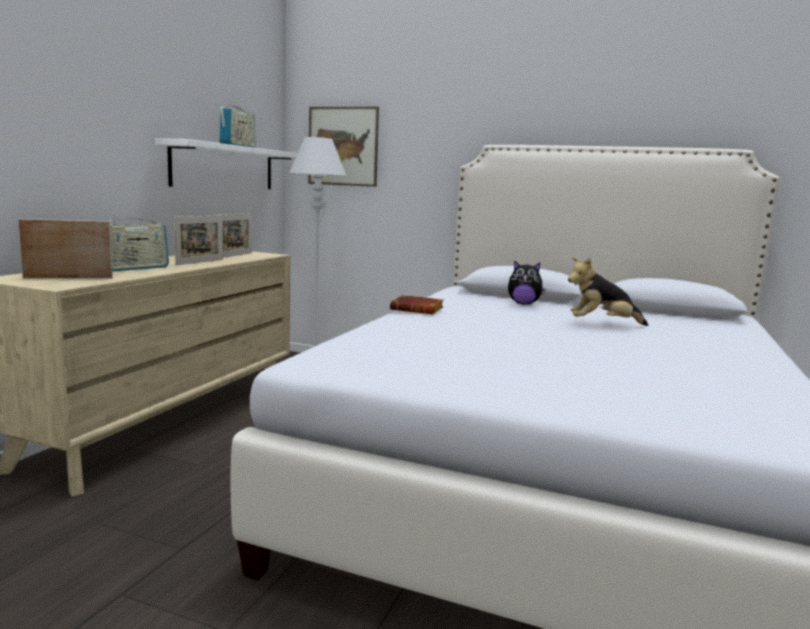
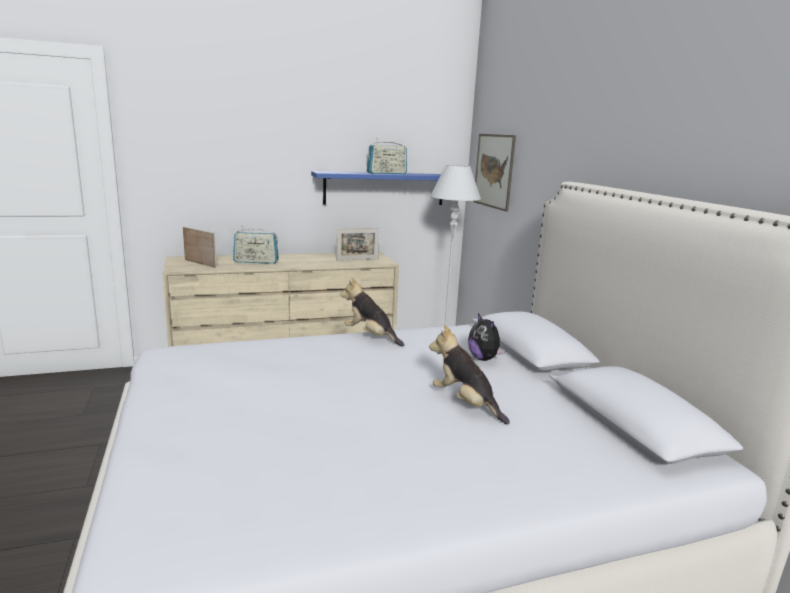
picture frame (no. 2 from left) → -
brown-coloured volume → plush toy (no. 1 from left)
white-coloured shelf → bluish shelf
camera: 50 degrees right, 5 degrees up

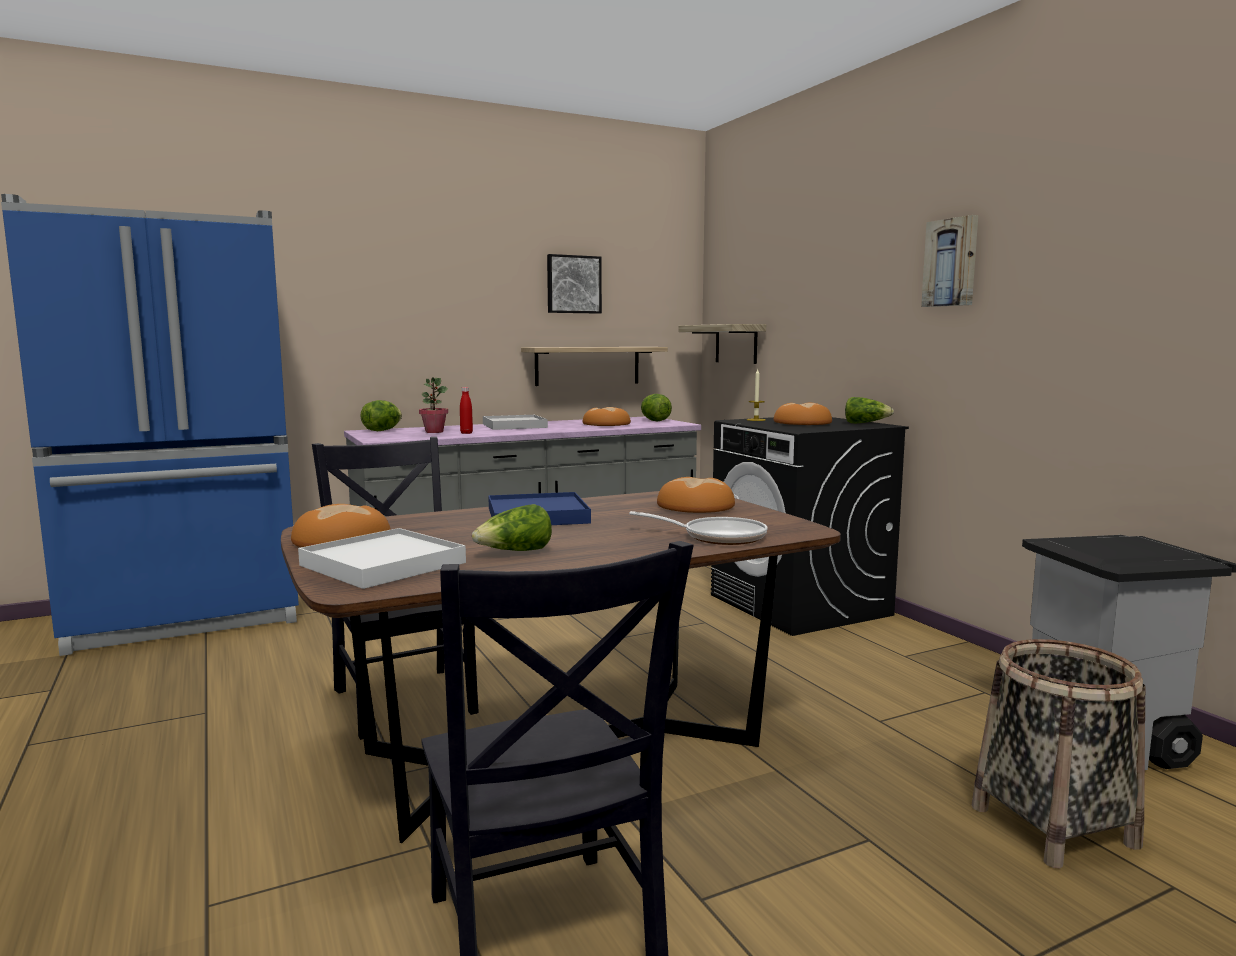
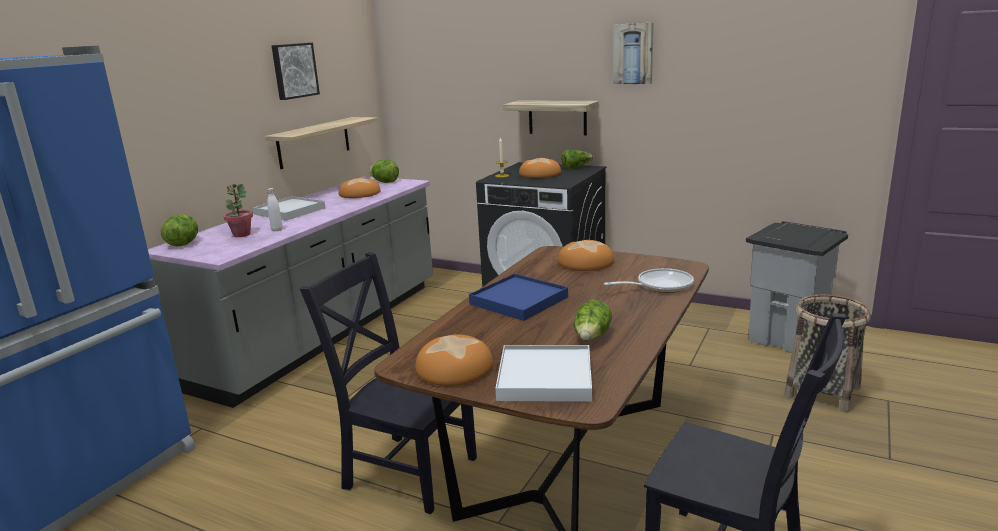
shelf (no. 2 from left), relocated
red-coloured beverage bottle → white-coloured beverage bottle
camera: 35 degrees left, 10 degrees up

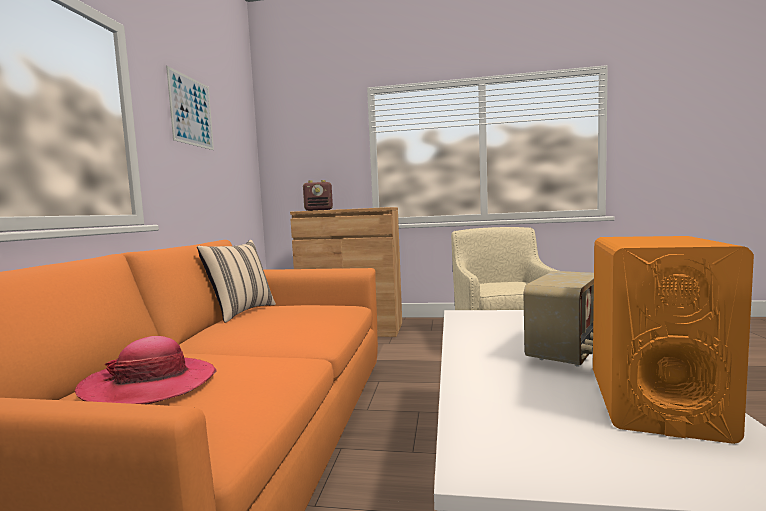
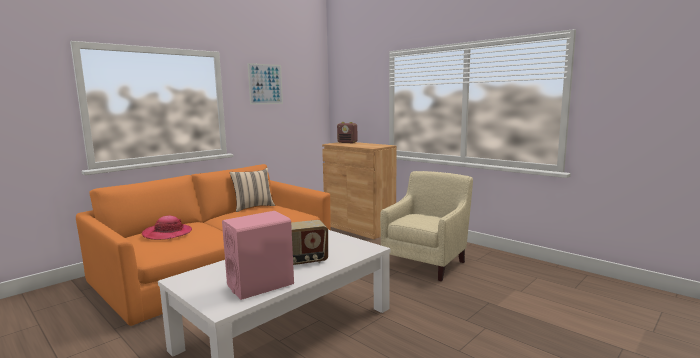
orangey speaker → pink-coloured speaker
camera: 35 degrees right, 5 degrees up

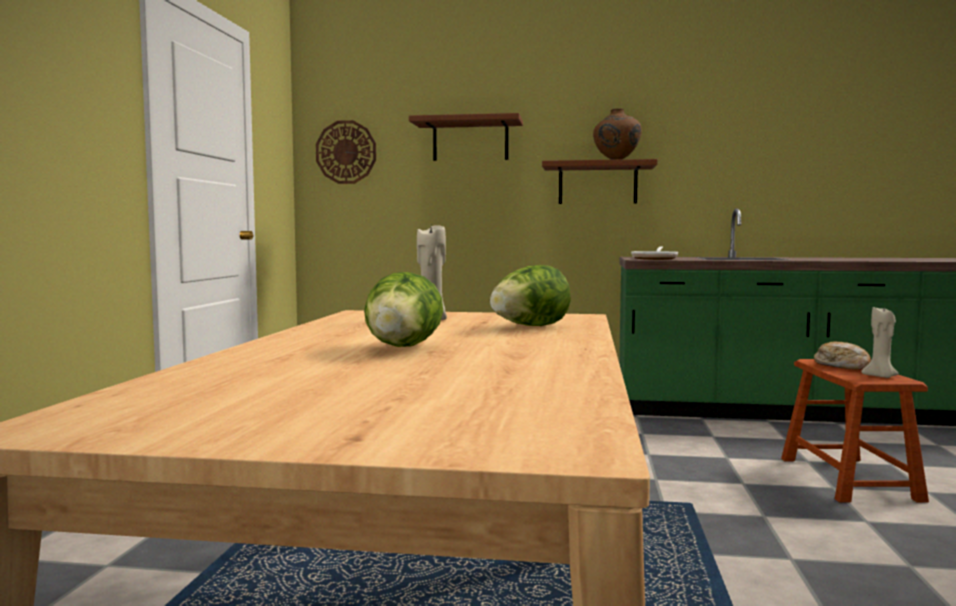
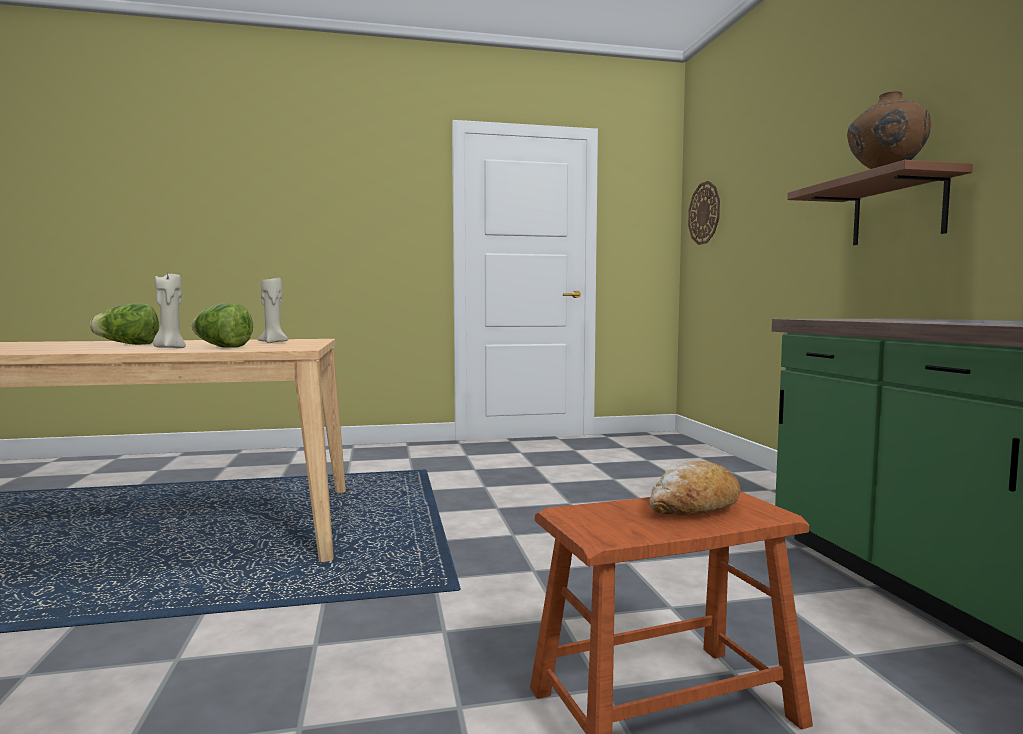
brown-coloured shelf (no. 1 from left) → -
pan → -
sand-coloured wax light (no. 2 from left in the first image) → sand-coloured wax light (no. 1 from left), relocated
camera: 70 degrees right, 0 degrees up

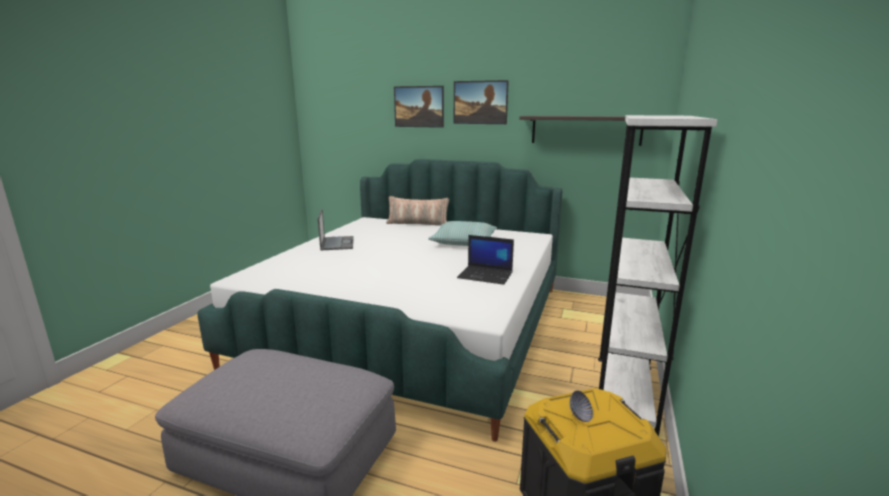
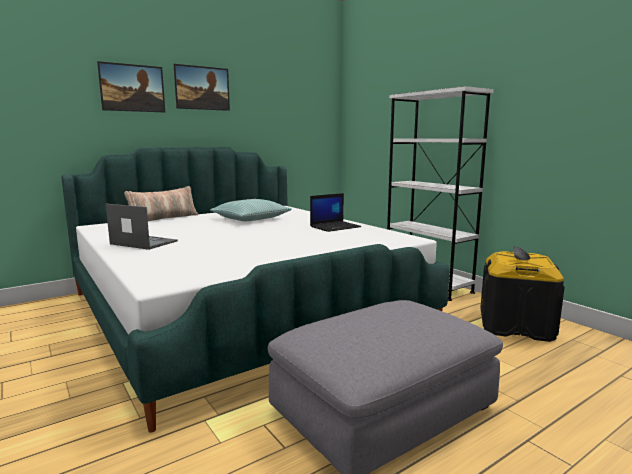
shelf → -
camera: 55 degrees left, 5 degrees down

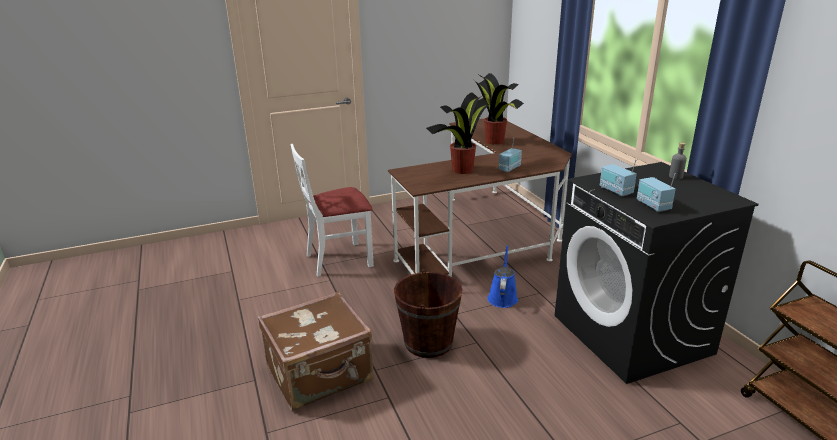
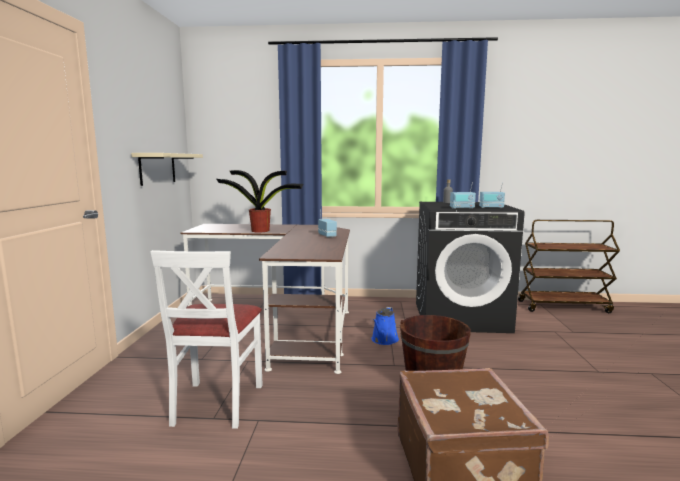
houseplant (no. 1 from left) → -
- → sand-coloured shelf
bluish watering pot, 105 degrees counterclockwise
camera: 65 degrees left, 15 degrees down

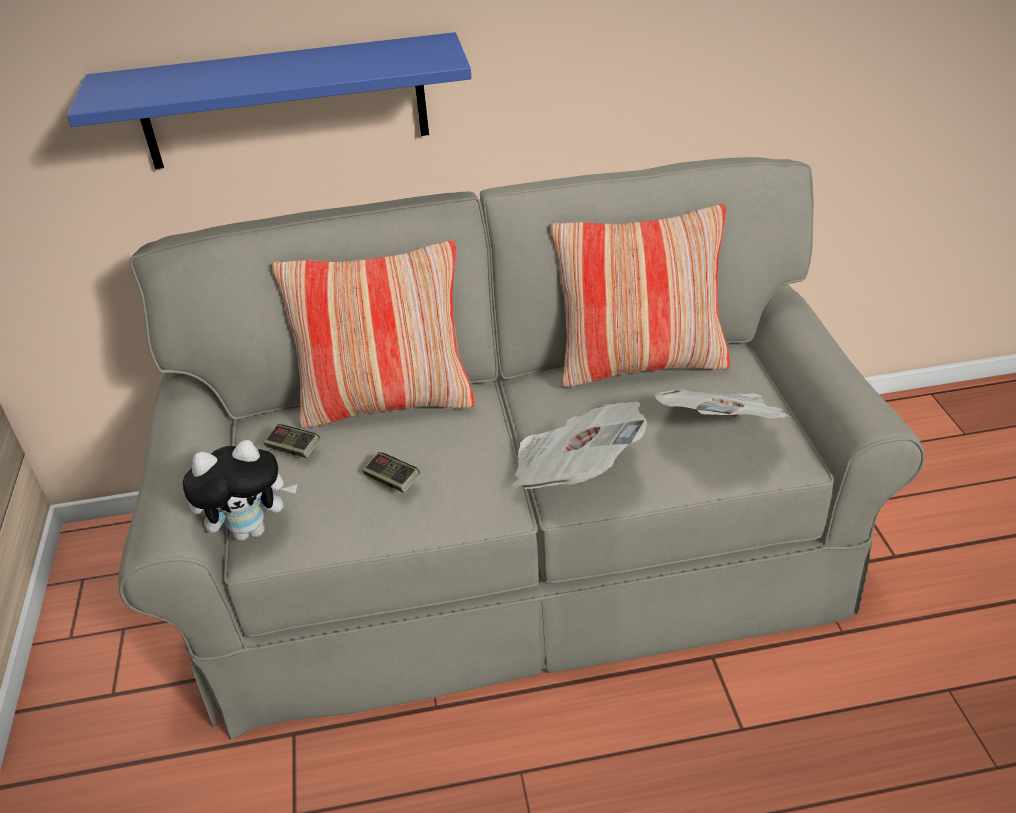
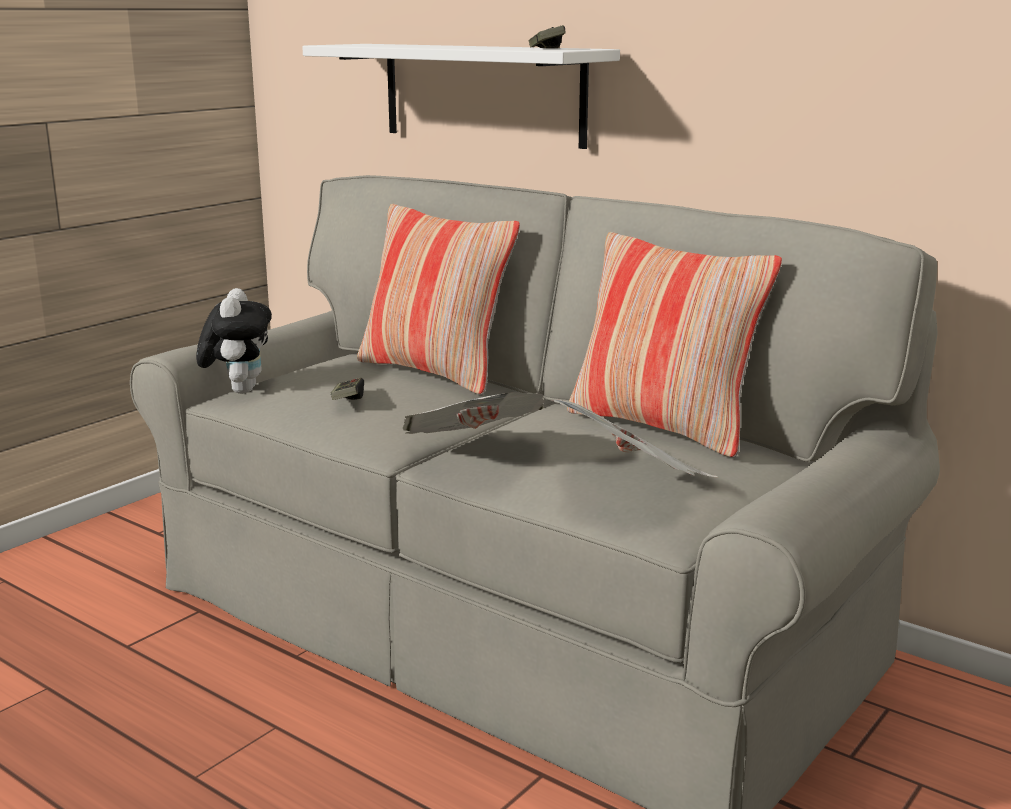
gamepad (no. 1 from left in the first image) → gamepad (no. 2 from left), relocated
bluish shelf → white-coloured shelf
plush toy, 120 degrees counterclockwise
camera: 45 degrees right, 20 degrees down

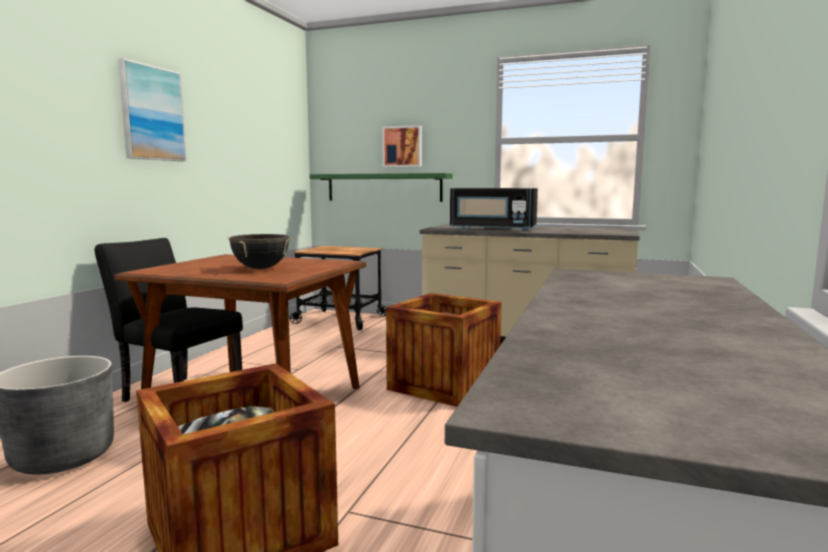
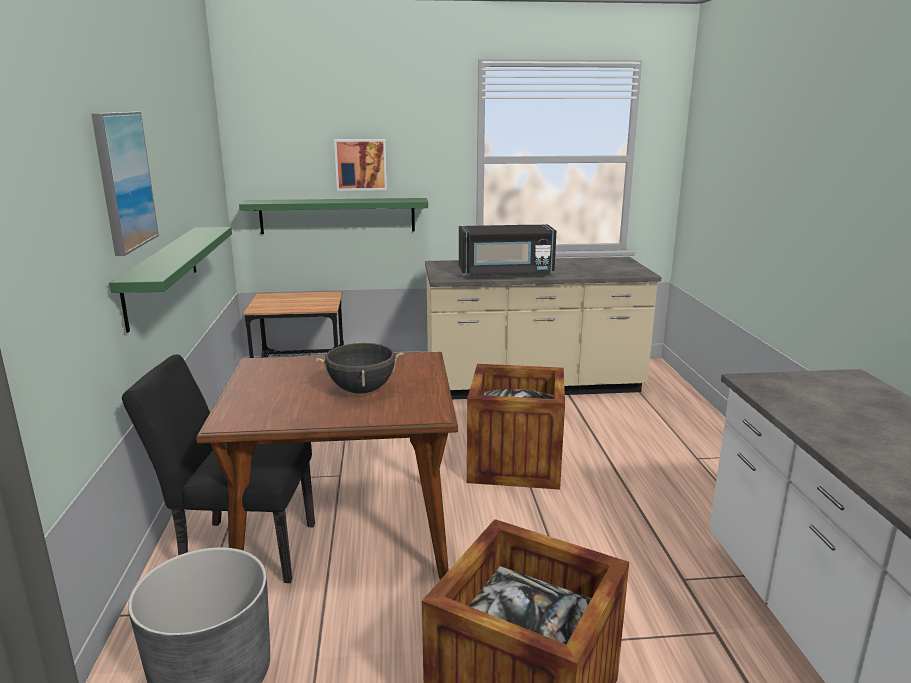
- → green-coloured shelf (no. 1 from left)
camera: 25 degrees left, 10 degrees up

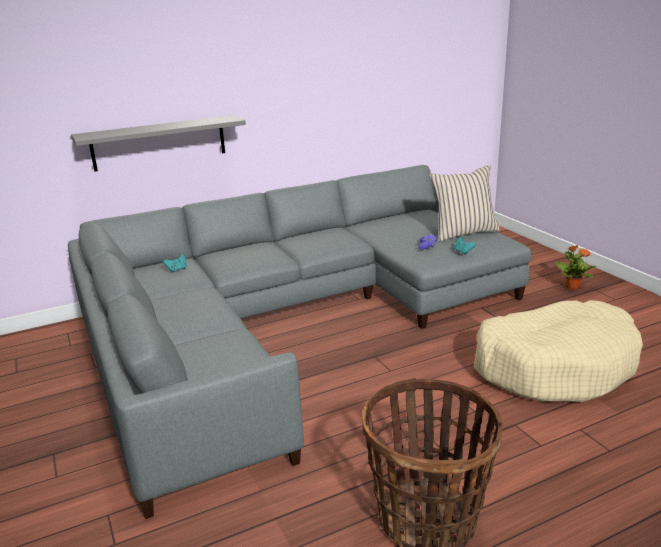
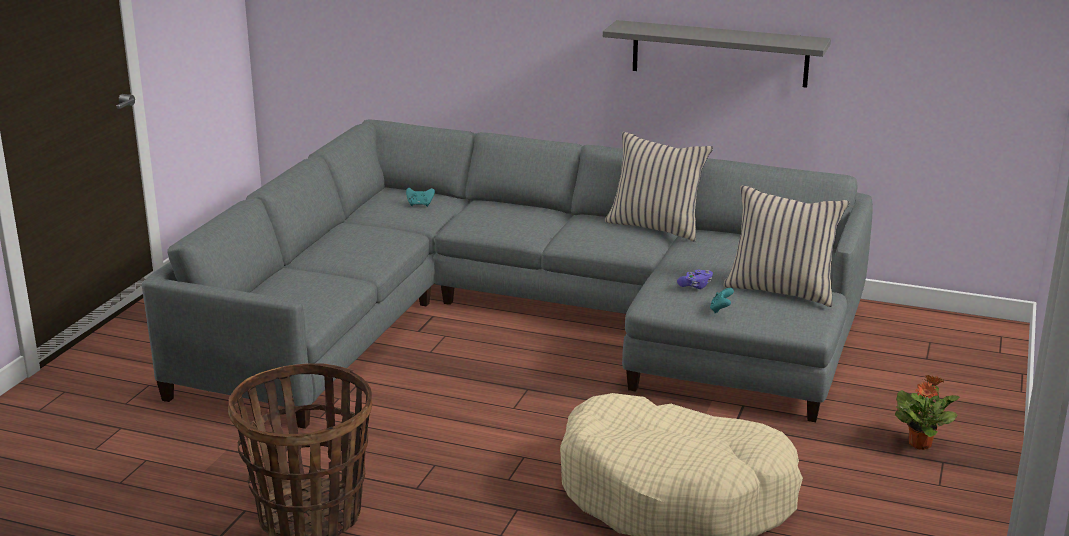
- → sand-coloured throw pillow (no. 1 from left)
greyish shelf, relocated
camera: 45 degrees right, 0 degrees up

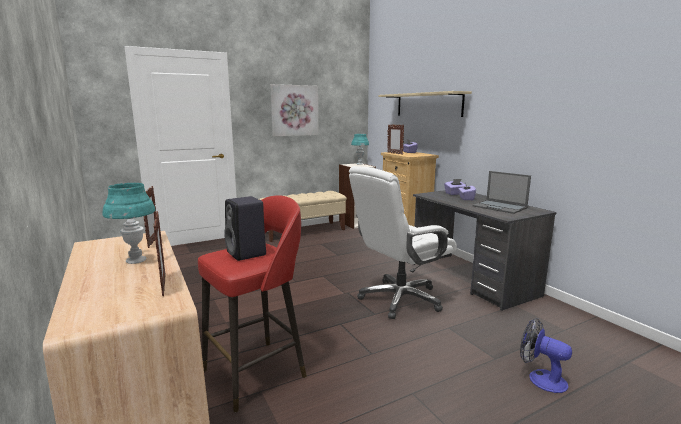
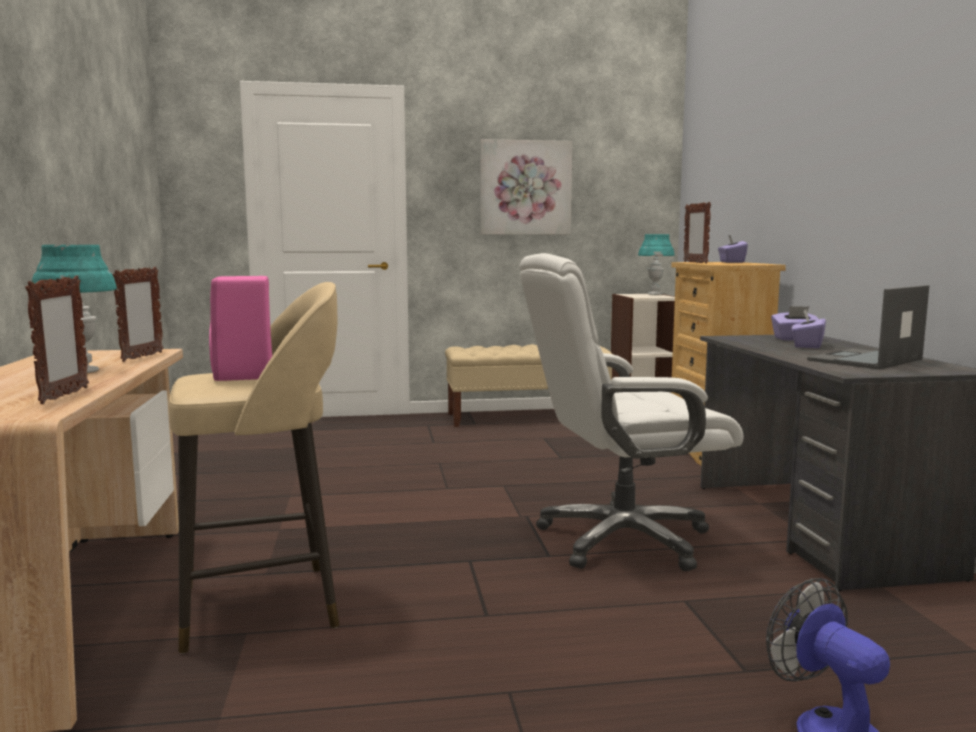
sand-coloured shelf → -
red-coloured stool → sand-coloured stool
blackish speaker → pink-coloured speaker
portable computer, 75 degrees clockwise
camera: 20 degrees right, 5 degrees down

